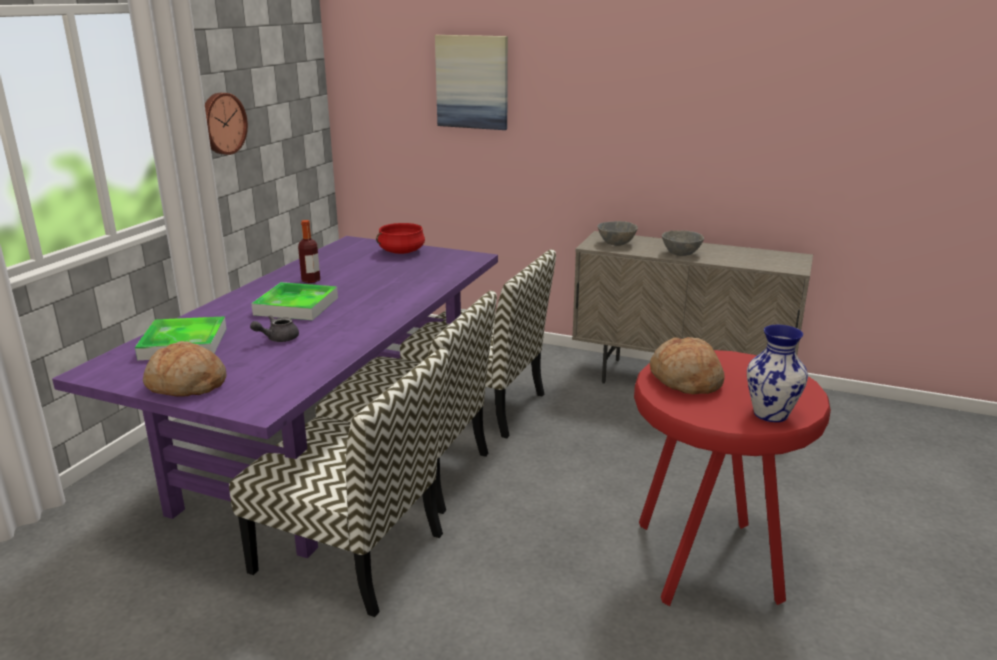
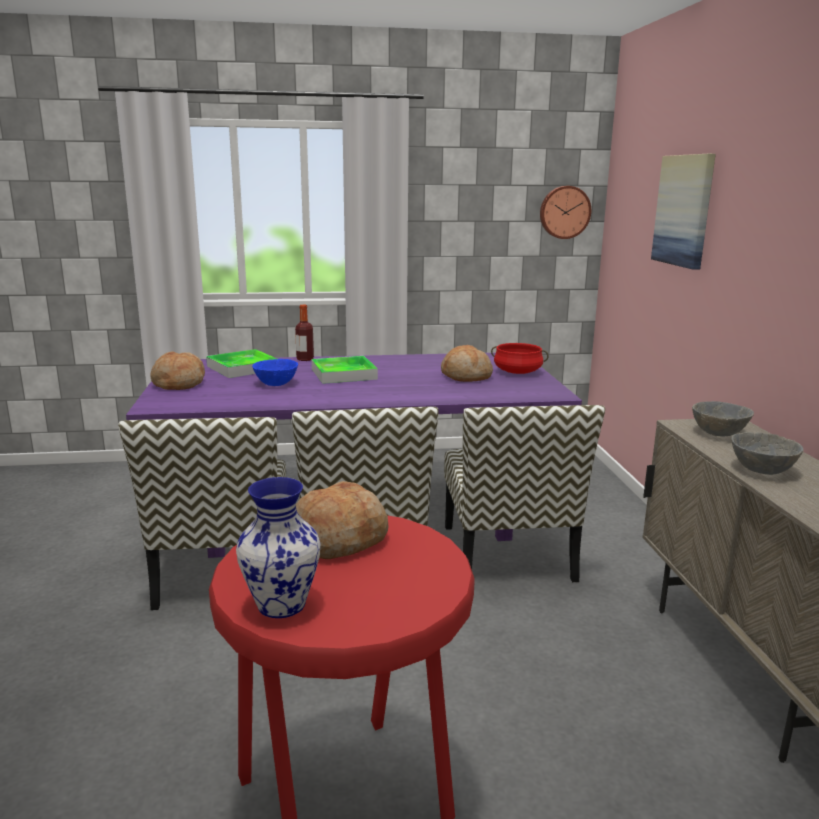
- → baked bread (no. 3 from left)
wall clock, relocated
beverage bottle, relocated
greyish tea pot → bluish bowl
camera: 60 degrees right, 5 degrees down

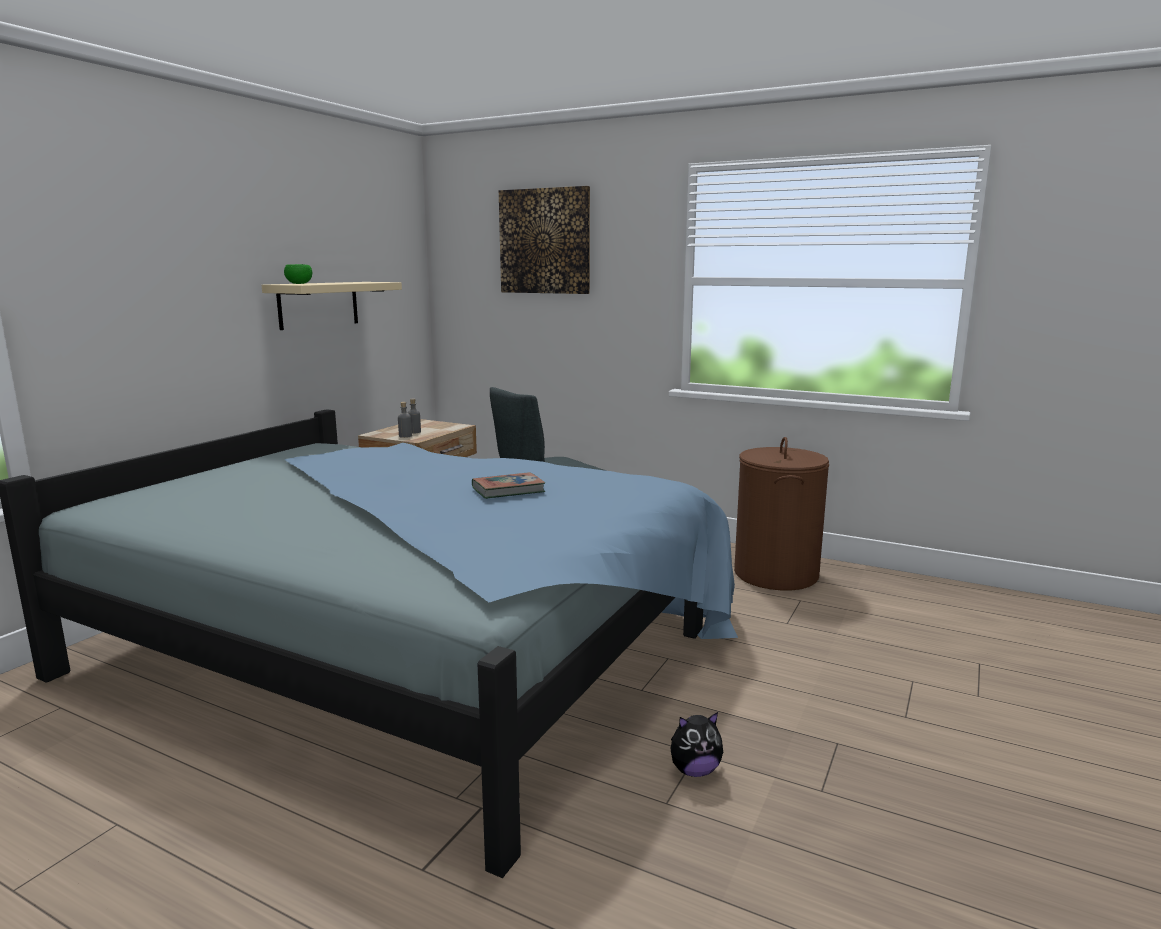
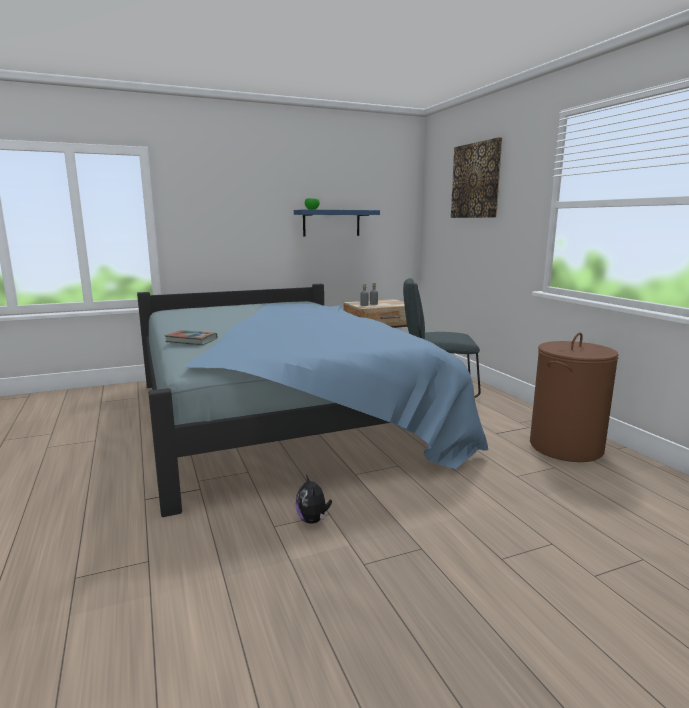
volume, relocated
sand-coloured shelf → bluish shelf
plush toy, 45 degrees clockwise
camera: 40 degrees right, 0 degrees up

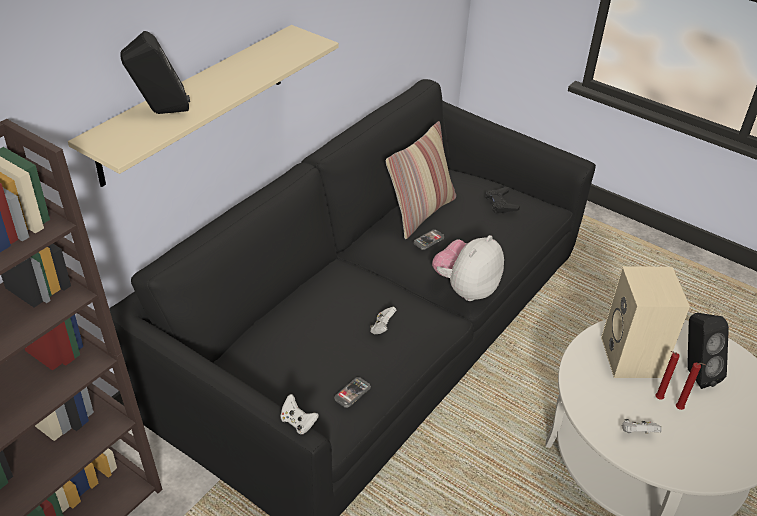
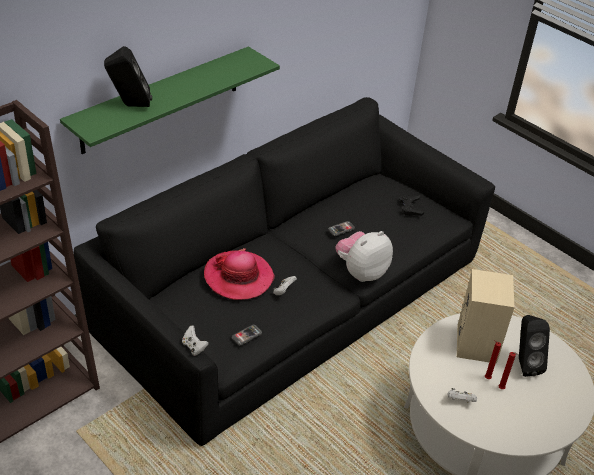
throw pillow → -
- → hat
sand-coloured shelf → green-coloured shelf
camera: 10 degrees right, 0 degrees up

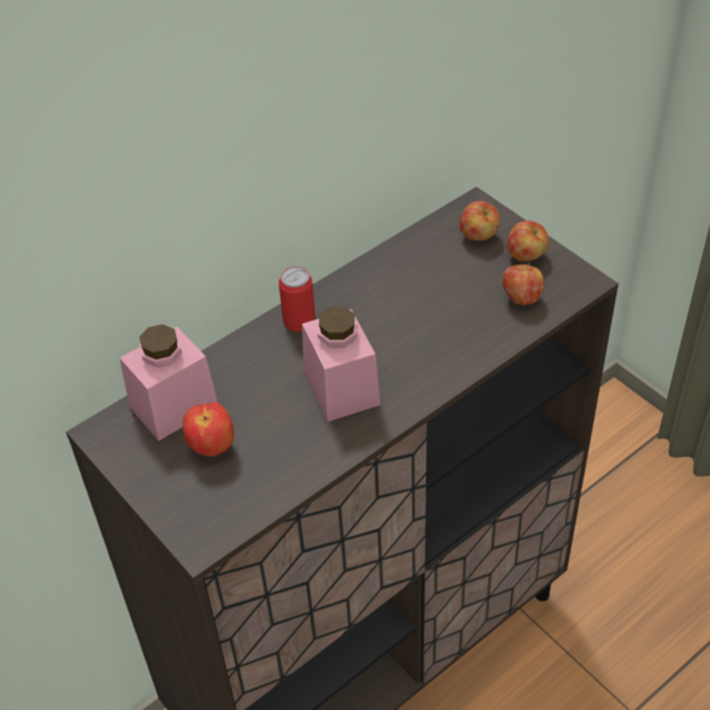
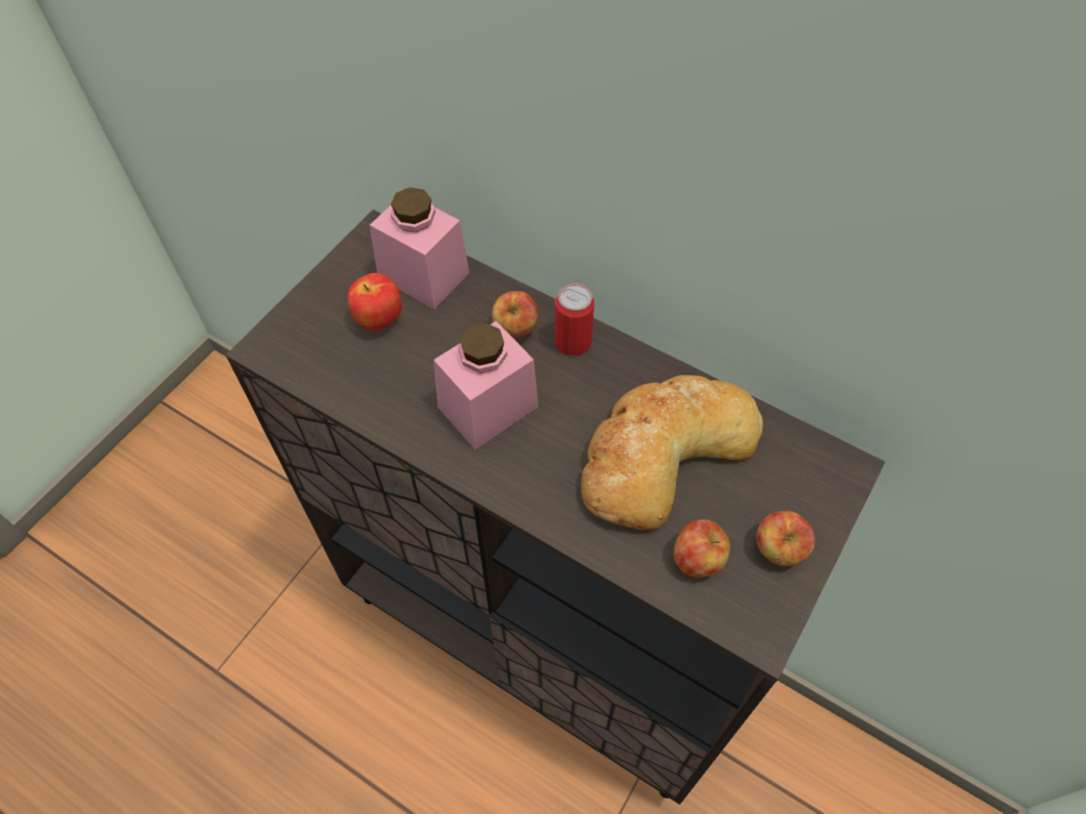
- → baked bread
apple fruit (no. 2 from left), relocated
camera: 70 degrees right, 10 degrees up

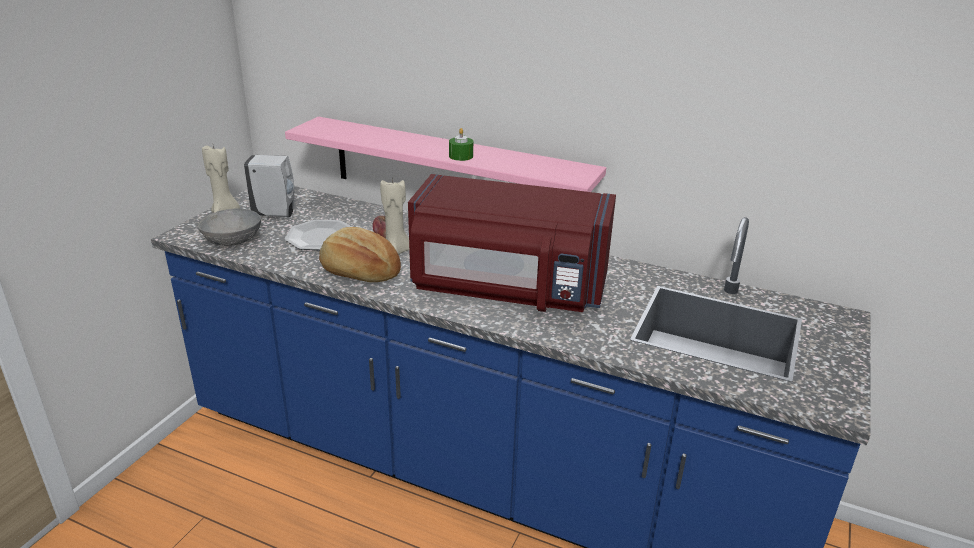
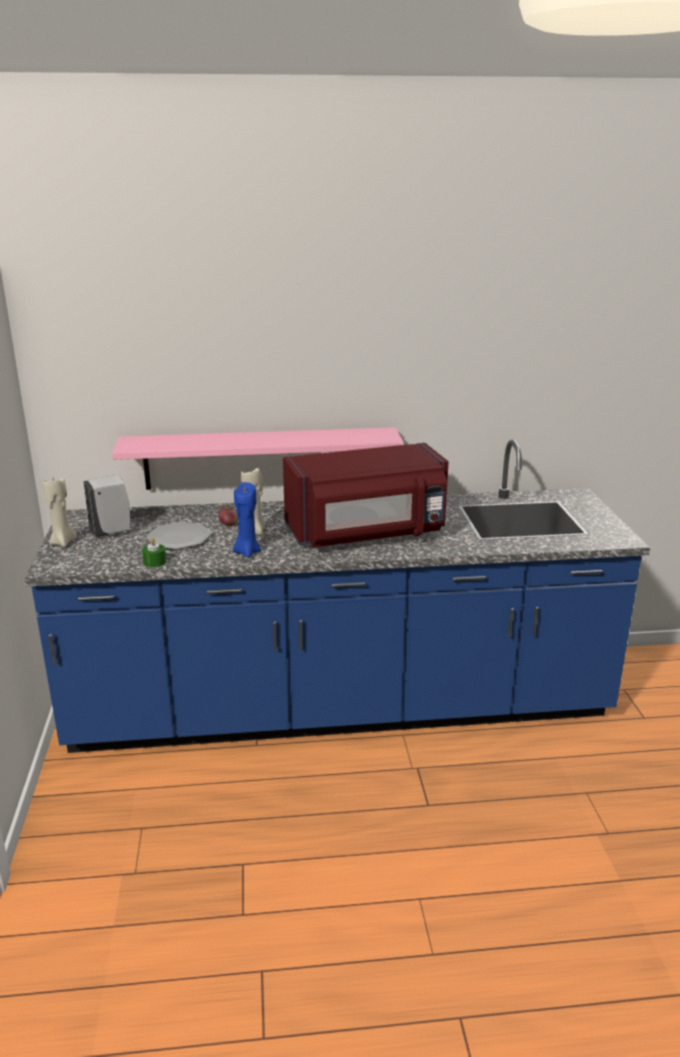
greyish bowl → -
green-coloured wax light, relocated
baked bread → bluish wax light
camera: 30 degrees left, 5 degrees down

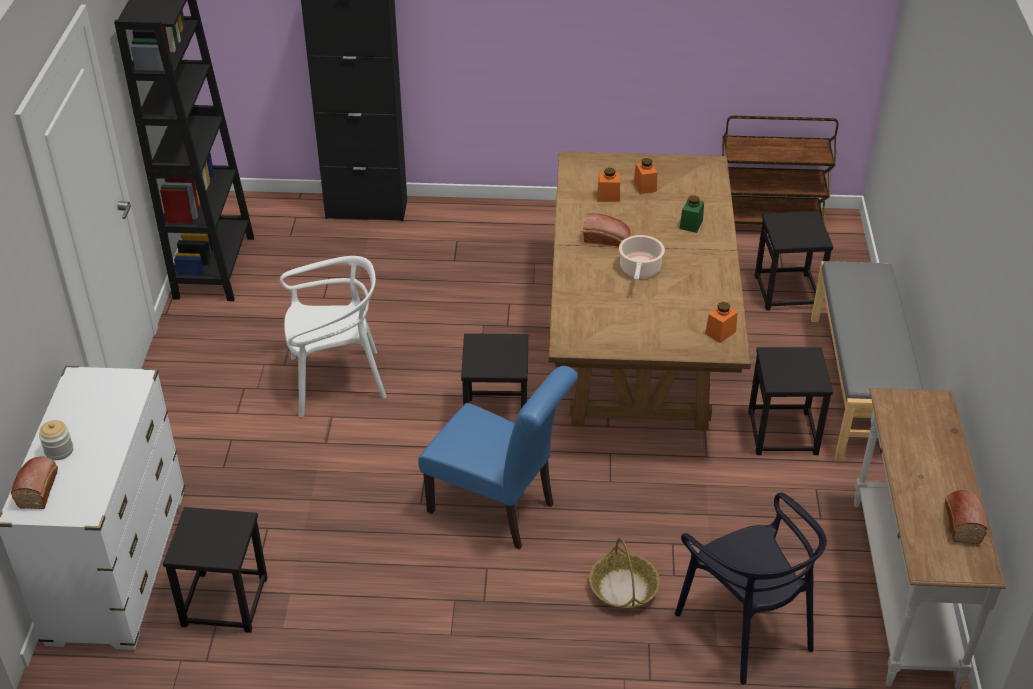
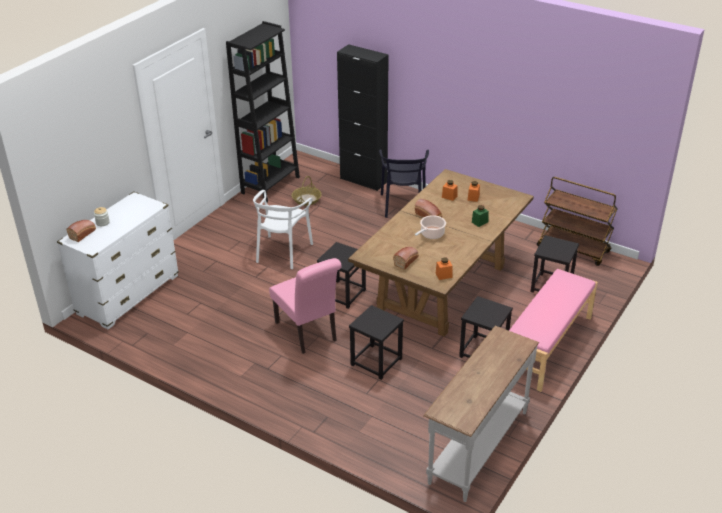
blackish stool (no. 1 from left in the first image) → blackish stool (no. 2 from left), relocated
basket, relocated
blackish chair, relocated
baked bread (no. 3 from left in the first image) → baked bread (no. 2 from left), relocated
bluish chair → pink-coloured chair
greyish long seat → pink-coloured long seat
white-coloured chair, 90 degrees clockwise
camera: 30 degrees right, 5 degrees down

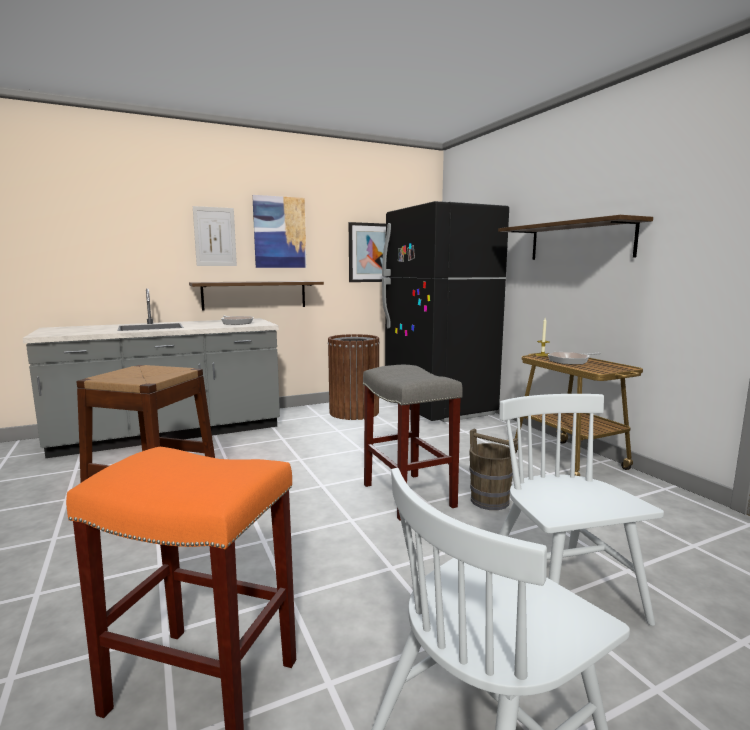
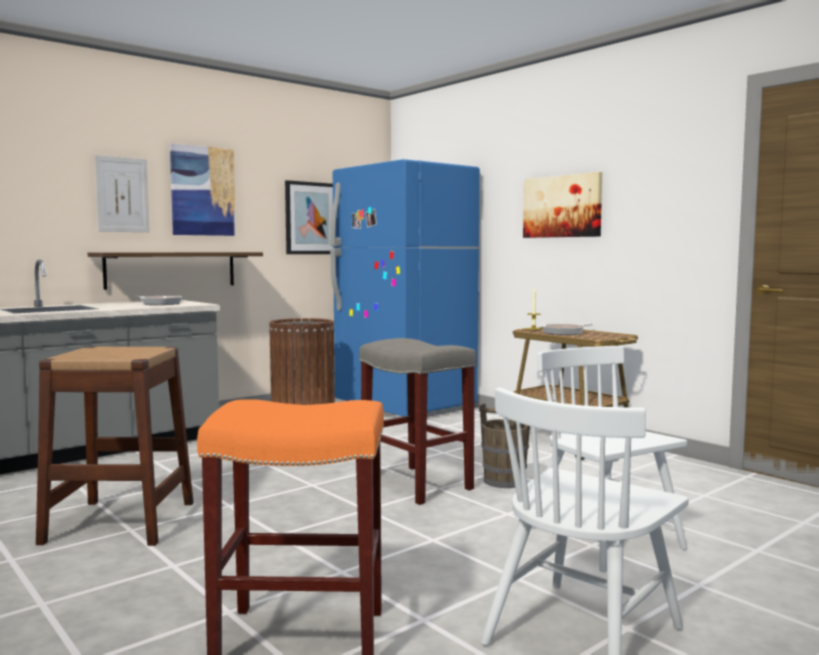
shelf (no. 2 from left) → wall art (no. 4 from left)
blackish kitchen fridge → bluish kitchen fridge
camera: 15 degrees left, 5 degrees down

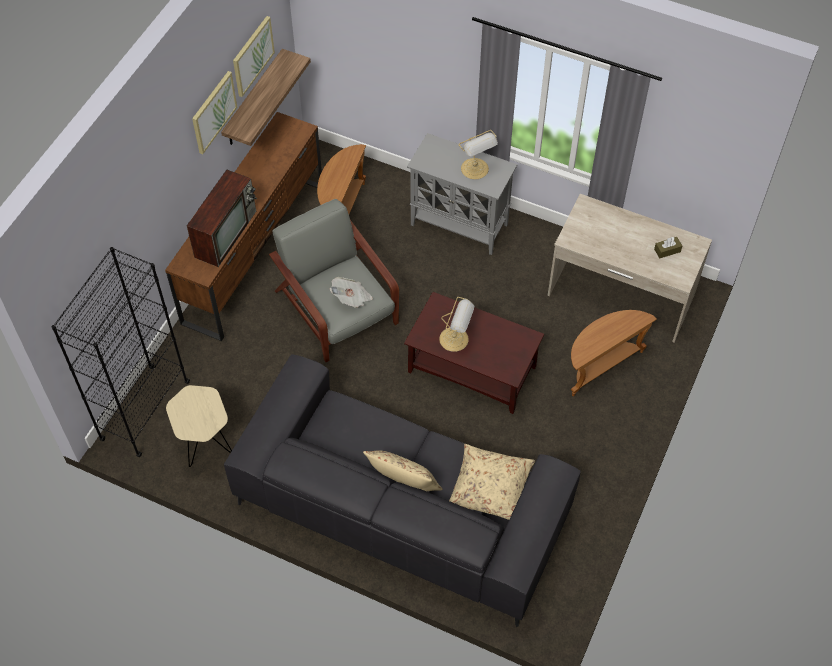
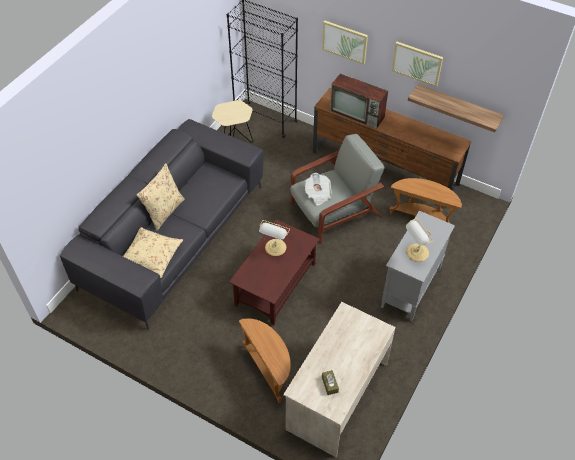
wall art (no. 2 from left in the first image) → wall art (no. 1 from left), relocated
camera: 95 degrees right, 5 degrees down

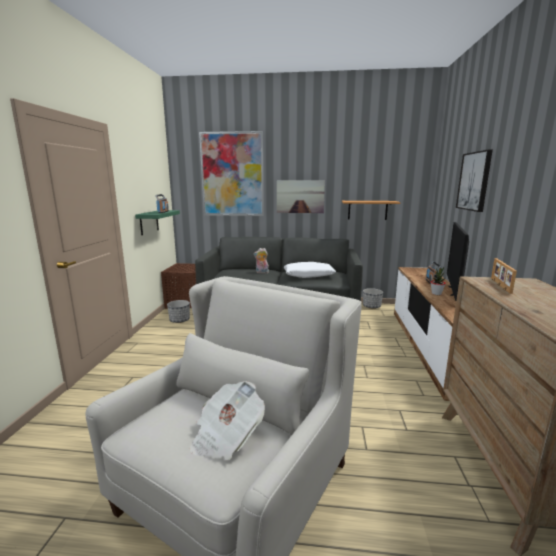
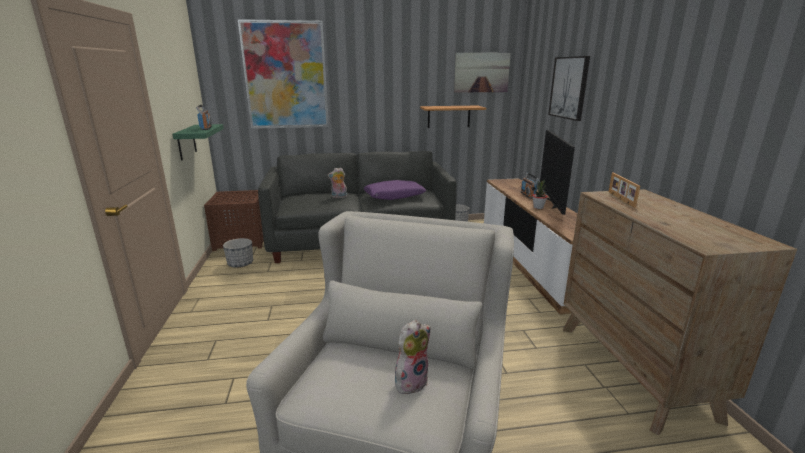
wall art (no. 2 from left), relocated
daily paper → plush toy (no. 2 from left)
white-coloured throw pillow → purple-coloured throw pillow
camera: 15 degrees left, 5 degrees up

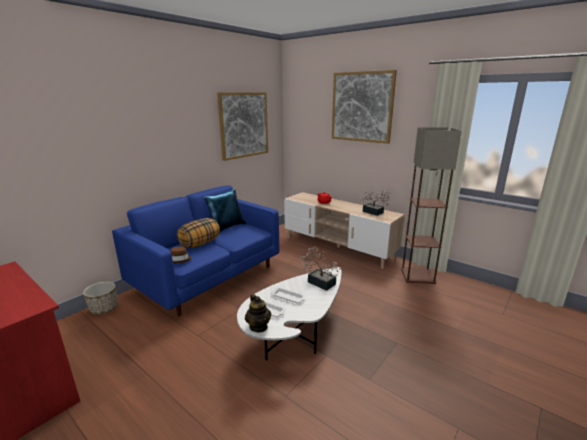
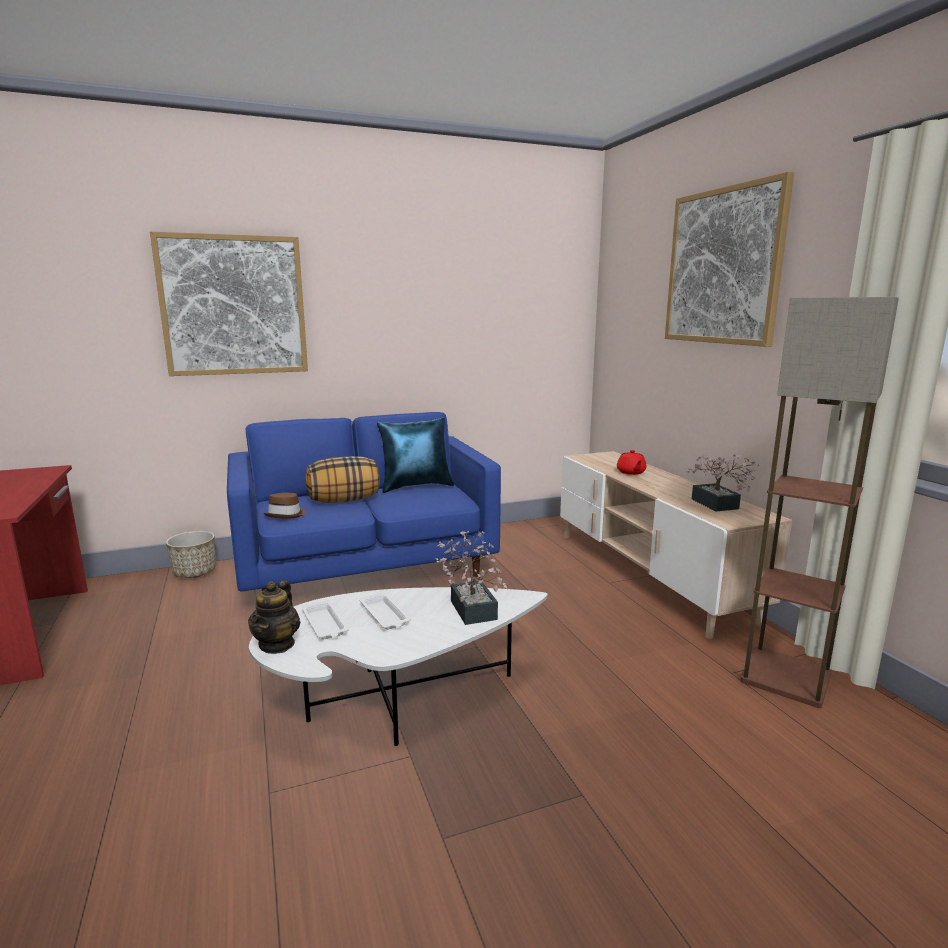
wall art (no. 1 from left), relocated
camera: 30 degrees right, 5 degrees down

